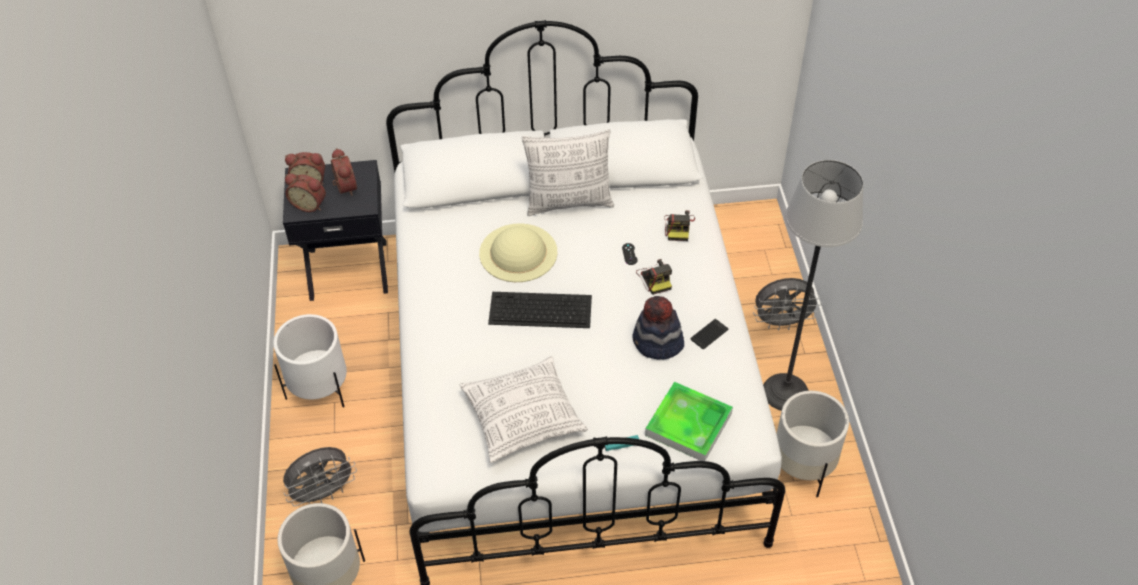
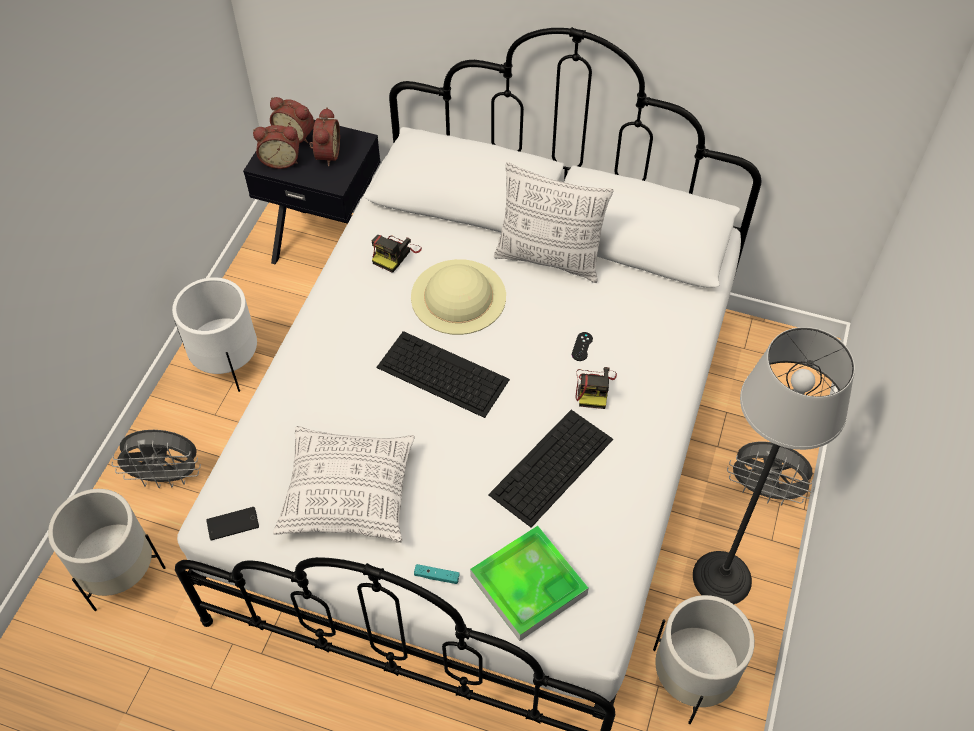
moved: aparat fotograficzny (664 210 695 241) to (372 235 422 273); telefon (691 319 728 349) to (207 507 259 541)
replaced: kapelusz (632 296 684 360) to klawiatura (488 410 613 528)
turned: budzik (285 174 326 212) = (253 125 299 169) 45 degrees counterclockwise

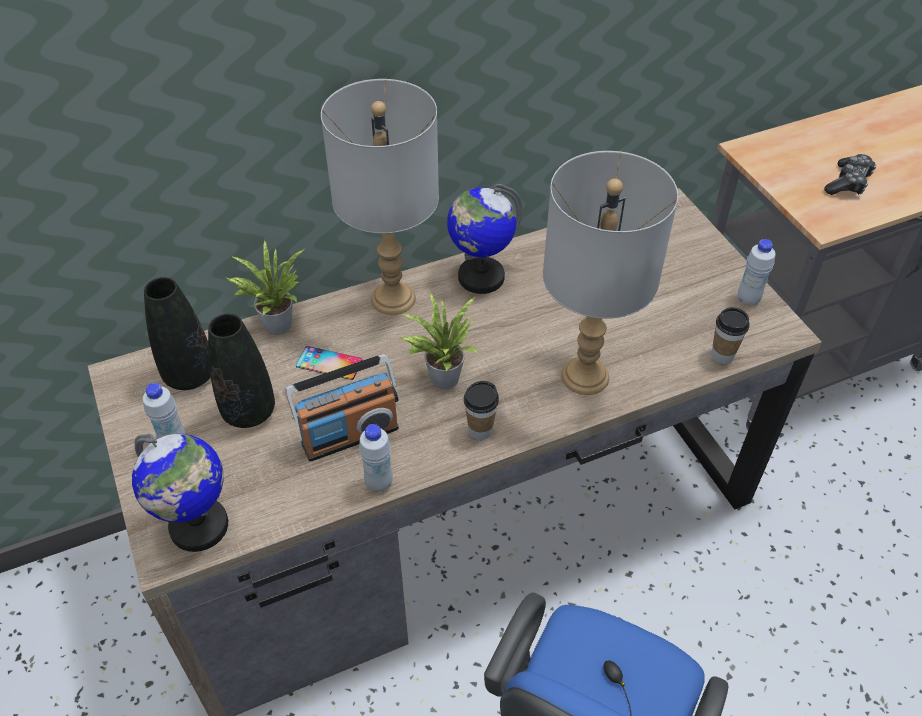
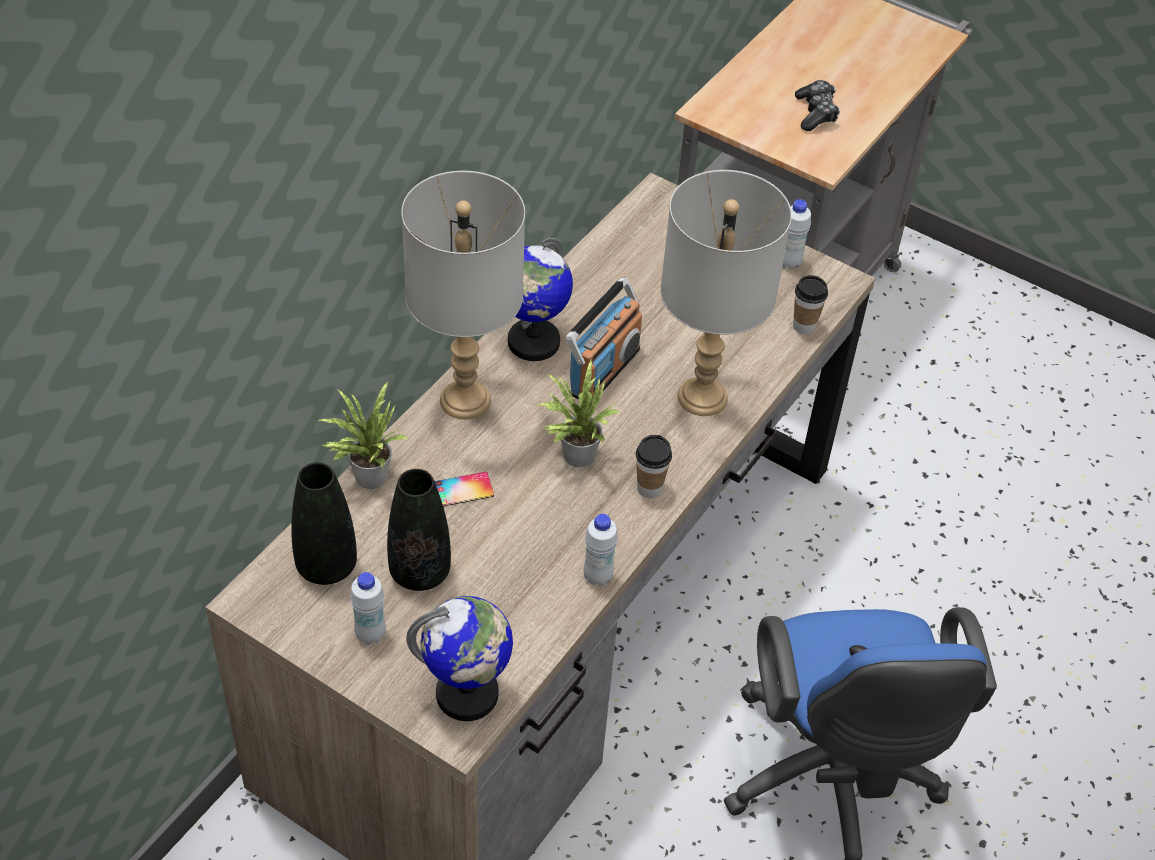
moved: radio (285 354 399 462) to (566 278 642 400)

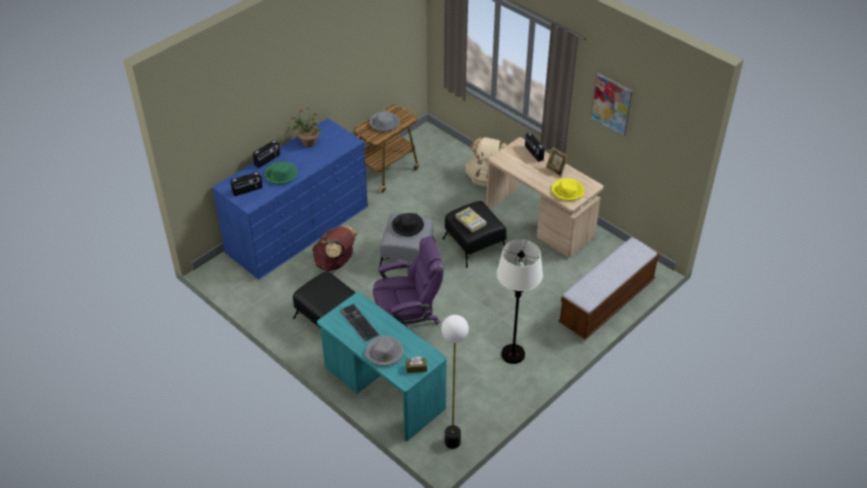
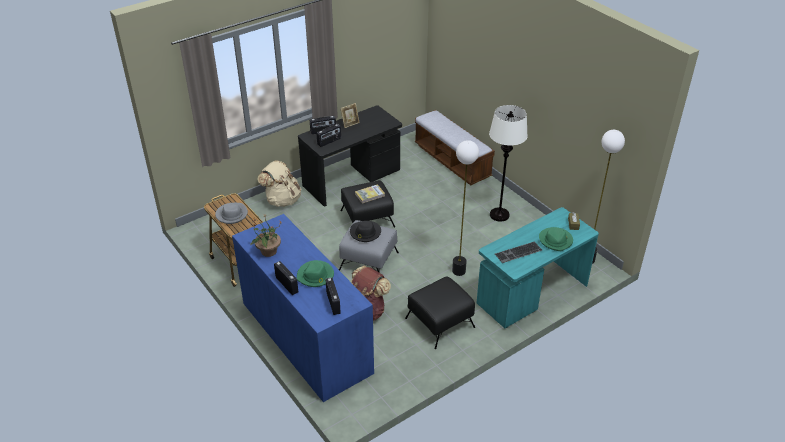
removed: kapelusz [żółty] (551 178 584 201); obraz (590 73 633 136)
added: radio (317 124 341 147)
replaced: krzesło biurowe [fioletowy] (373 237 444 335) to lampa stojąca (452 140 479 276)
recoloured: kapelusz [szary] (364 336 403 366) to kapelusz [zielony] (539 227 573 251); biurko [beżowy] (486 137 604 258) to biurko [czarny] (298 105 402 206)

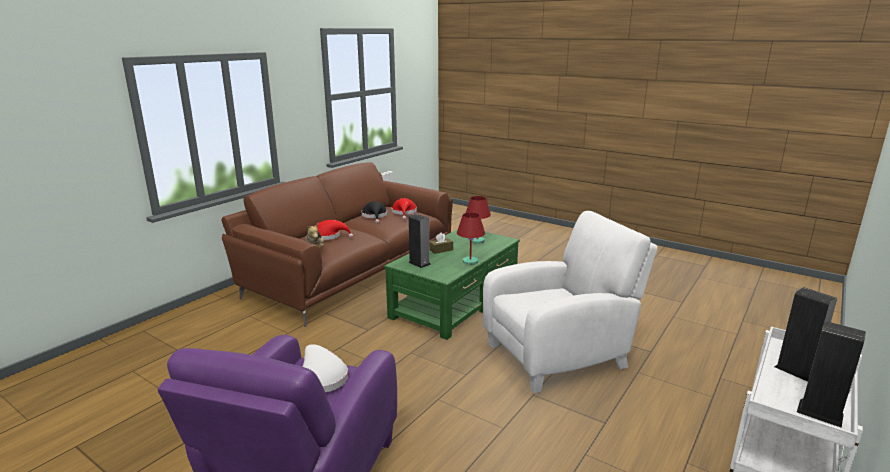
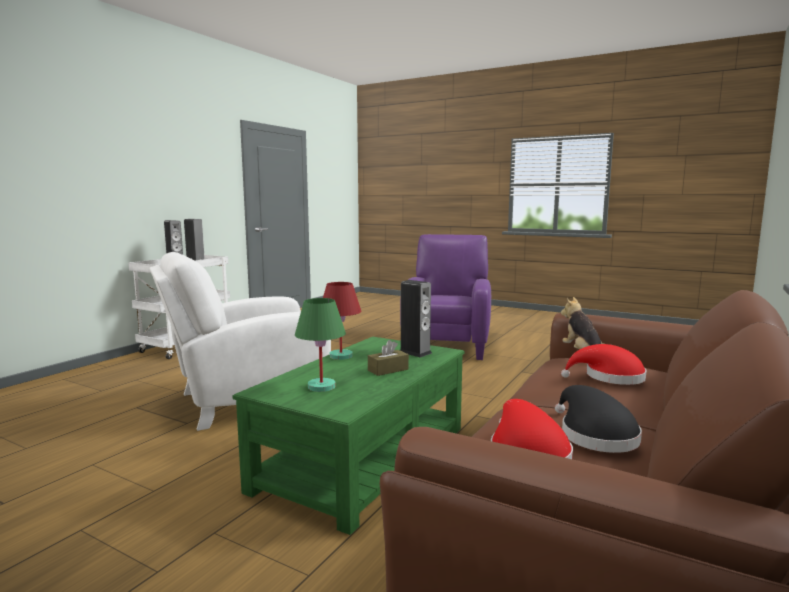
removed: kapelusz [biały] (303 344 348 392)
recoloured: lampa stołowa [czerwony] (466 196 491 244) to lampa stołowa [zielony] (295 298 346 392)

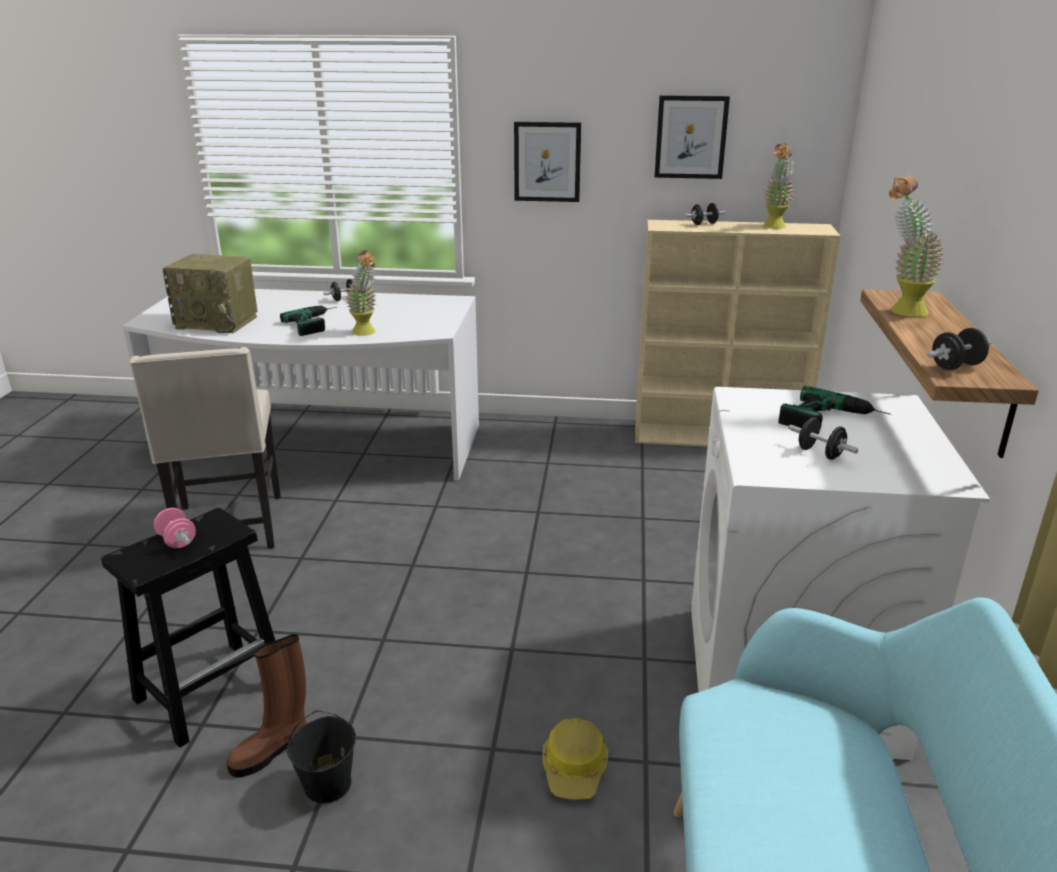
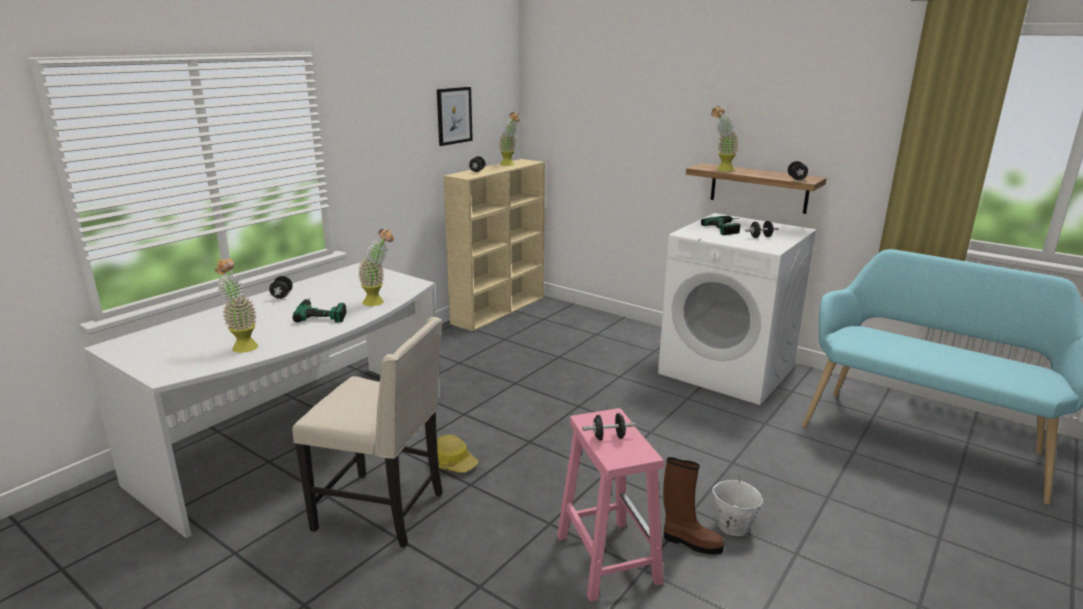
removed: obraz (514 122 581 202)
moved: kask (542 718 608 800) to (437 434 478 473)
replaced: radio (162 254 257 333) to roślina doniczkowa (215 259 258 353)
recoloured: stołek [czarny] (101 508 275 748) to stołek [różowy] (557 408 664 602); hantel [różowy] (154 508 196 548) to hantel [czarny] (582 413 636 441); wiadro [czarny] (287 710 356 803) to wiadro [biały] (712 470 763 536)
turned: but z cholewką [brązowy] (226 634 307 778) = (663 457 724 554) 60 degrees counterclockwise

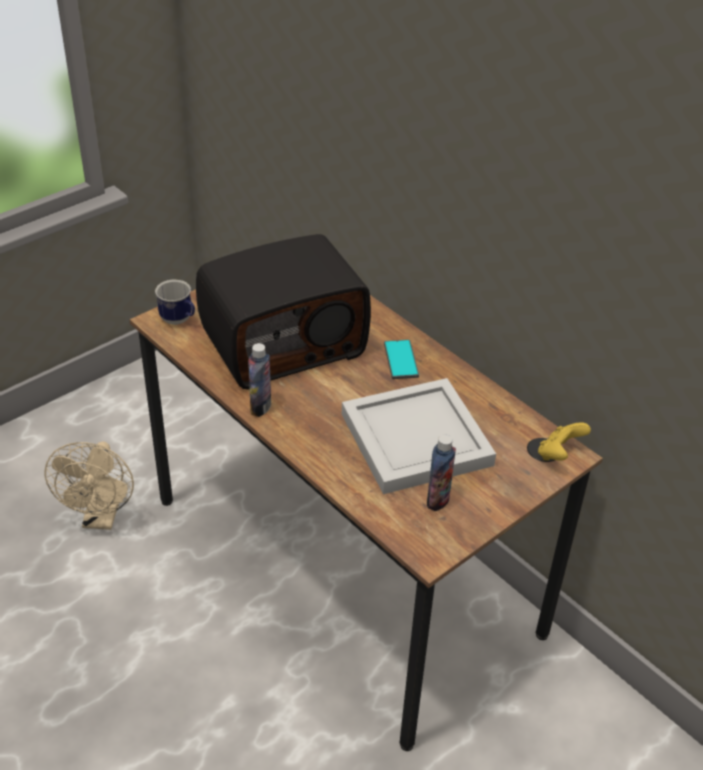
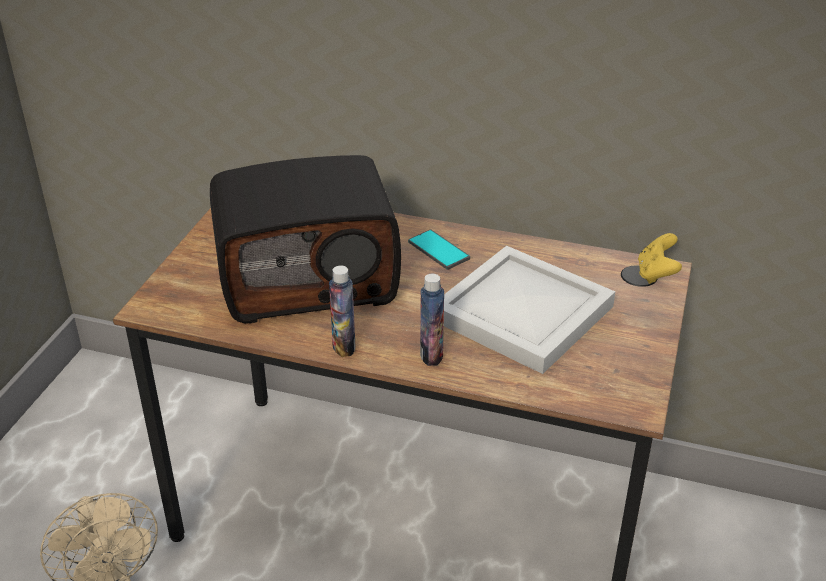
removed: kubek (155 280 195 325)
moved: butelka (427 434 456 511) to (420 274 444 366)
turned: radio (196 234 371 389) = (210 155 401 324) 45 degrees clockwise

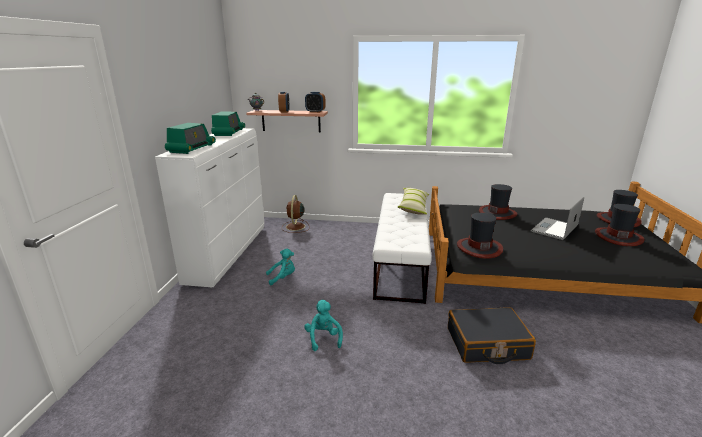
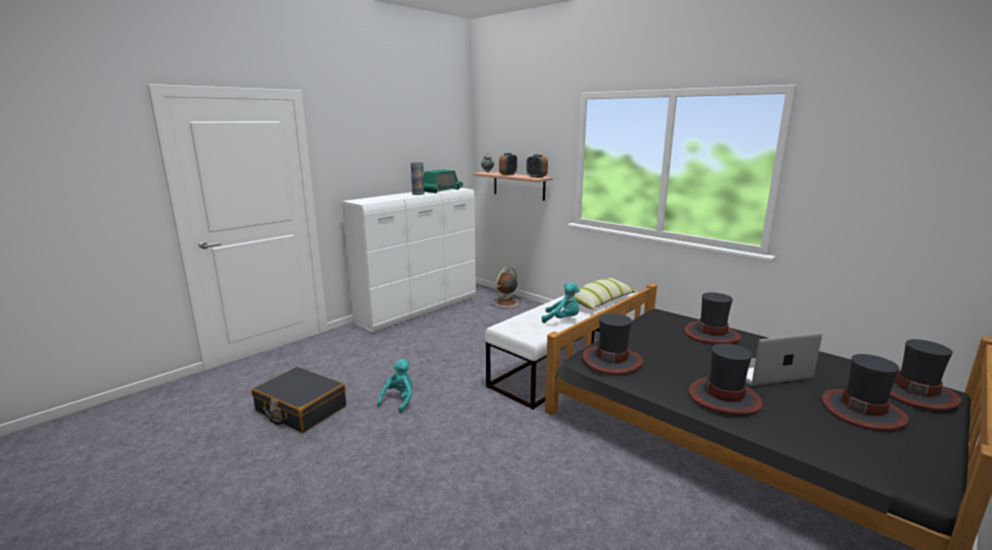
removed: radio (165 123 216 154)
added: wazon (411 162 424 195); kapelusz (689 343 763 415)
moved: pluszak [turkusowy] (266 249 295 285) to (542 282 580 323); walizka [czarny] (448 307 536 364) to (252 367 346 433)

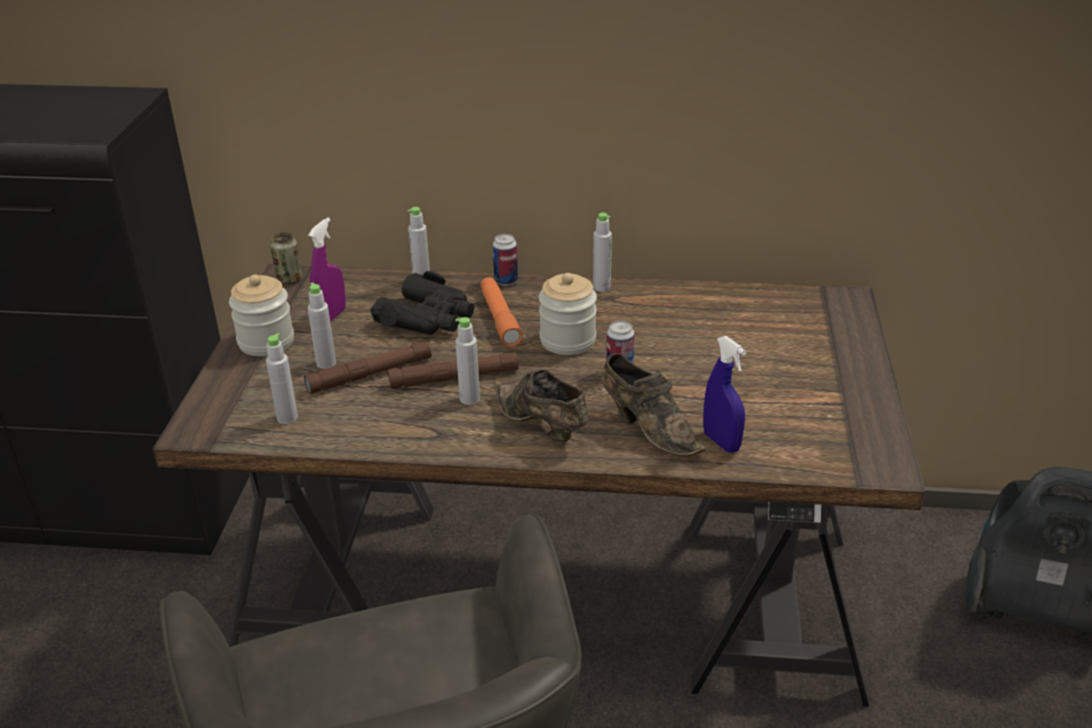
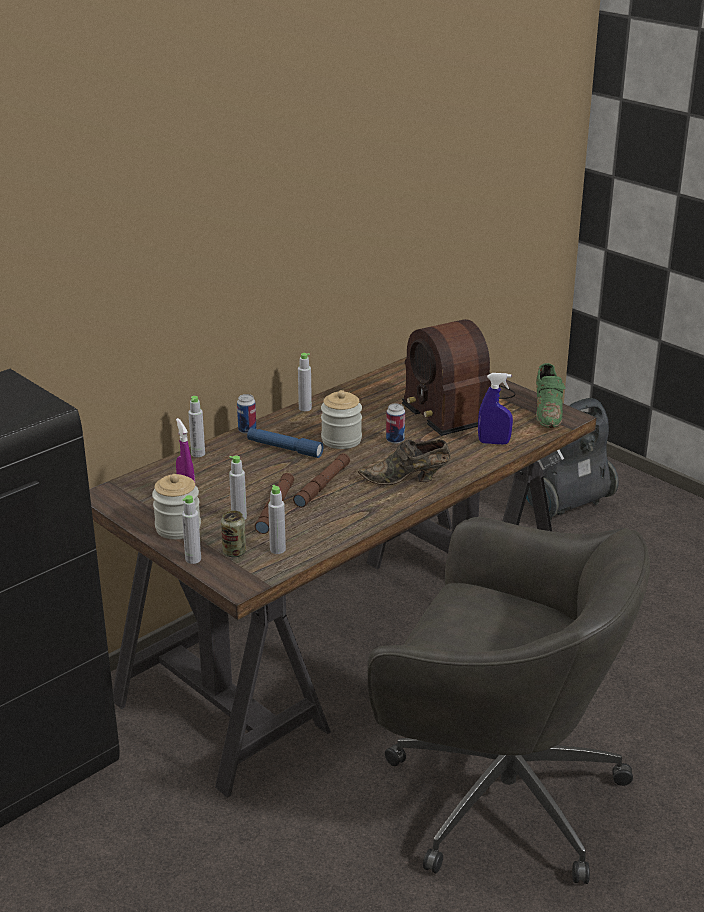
removed: lornetka [czarny] (370 271 475 335); but [brązowy] (602 353 705 456)
added: radio (402 319 516 436); but [zielony] (536 363 565 428)
moved: puszka (270 232 302 285) to (221 511 246 557); butelka [szary] (455 317 480 405) to (182 495 201 564)
recoloured: latarka [pomarańczowy] (481 277 523 347) to latarka [niebieski] (247 428 324 458)

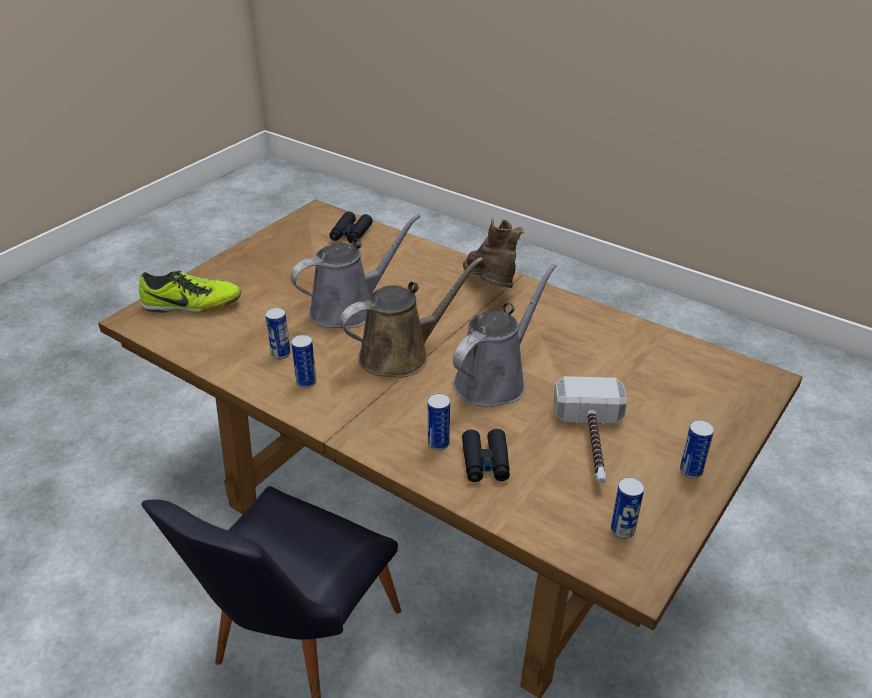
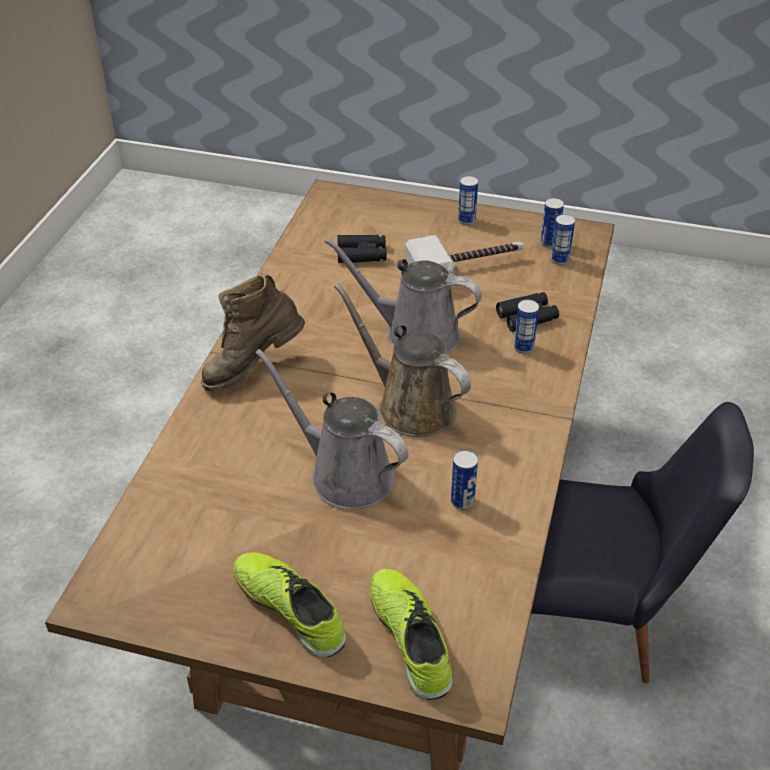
added: but (233 552 346 658)
moved: puszka (291 335 316 388) to (551 214 575 265); lornetka [czarny] (330 212 373 243) to (337 235 387 263)

